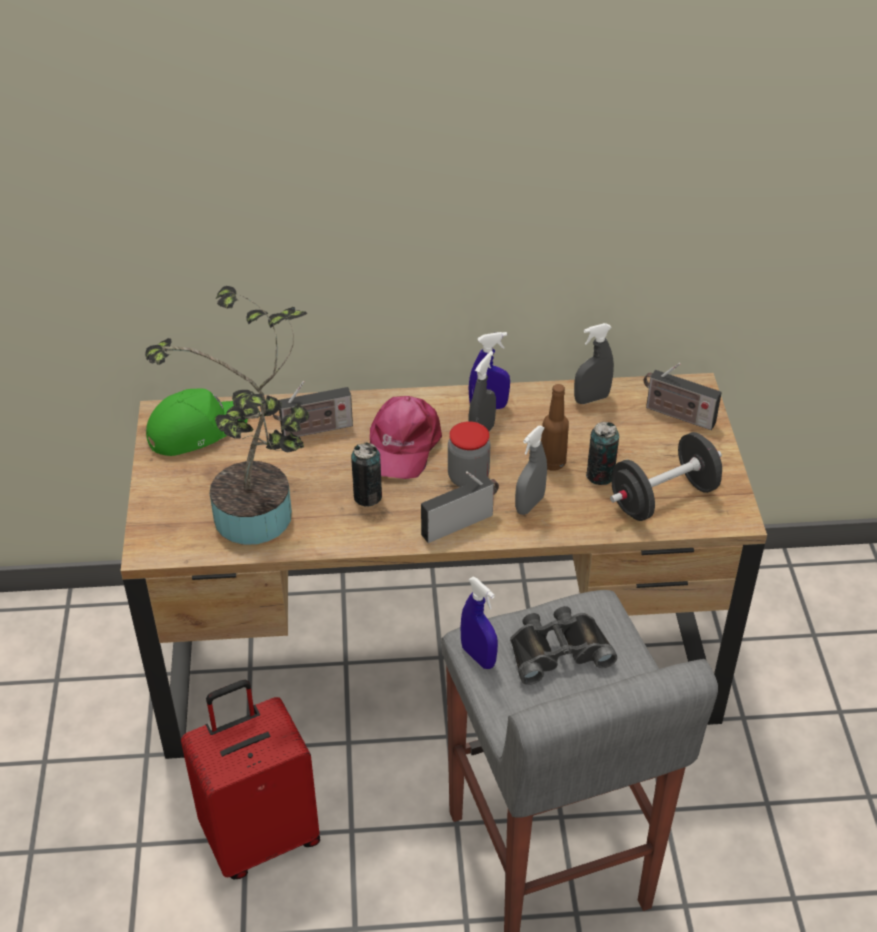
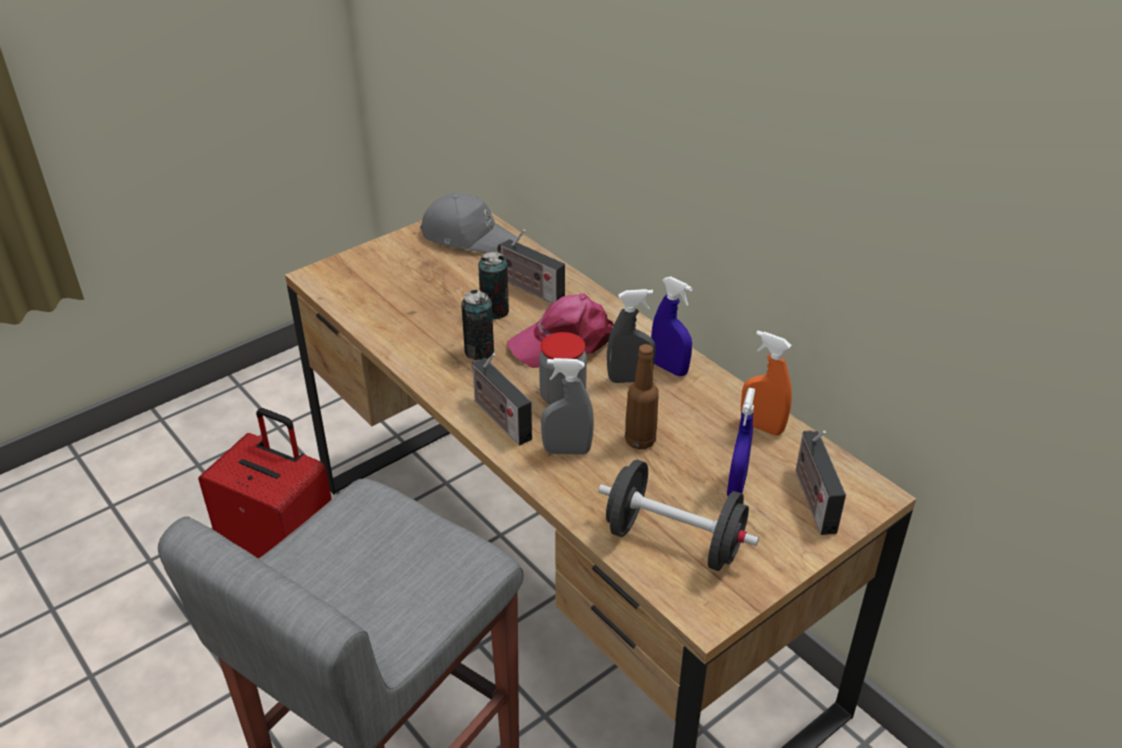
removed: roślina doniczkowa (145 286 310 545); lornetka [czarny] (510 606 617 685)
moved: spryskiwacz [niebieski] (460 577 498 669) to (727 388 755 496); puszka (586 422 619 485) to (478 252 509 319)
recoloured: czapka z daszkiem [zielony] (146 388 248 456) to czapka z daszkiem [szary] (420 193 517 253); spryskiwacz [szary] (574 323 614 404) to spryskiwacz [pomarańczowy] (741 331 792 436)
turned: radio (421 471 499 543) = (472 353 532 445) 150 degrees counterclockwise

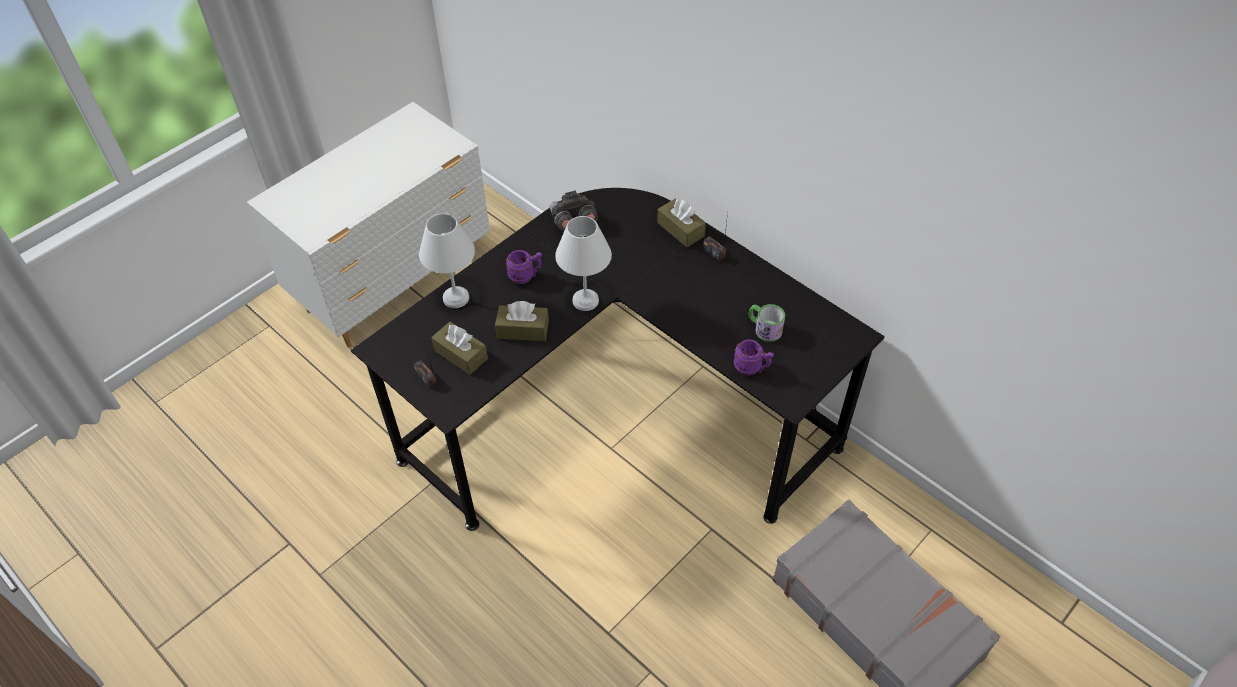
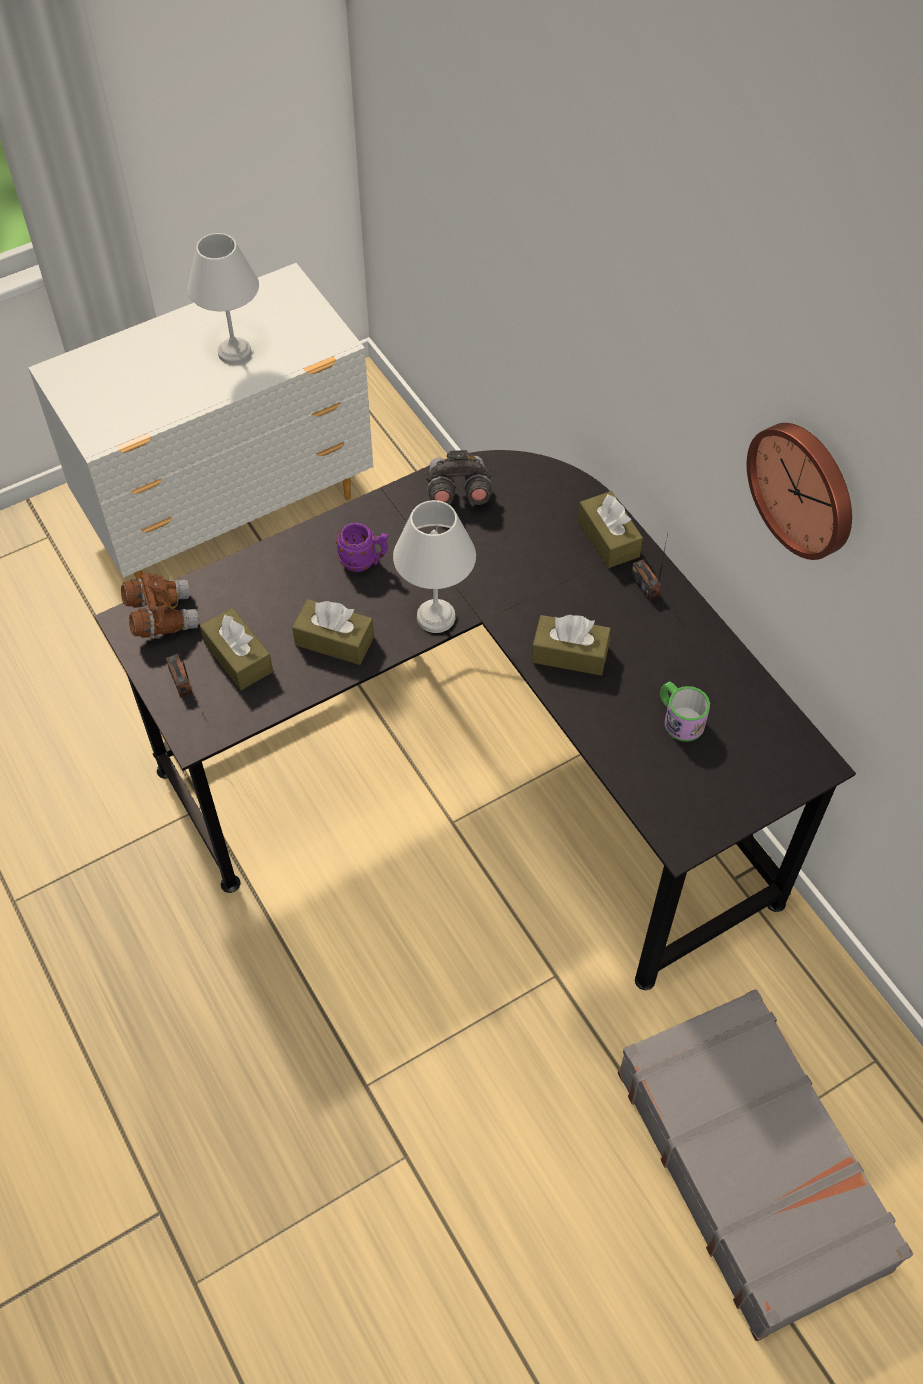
removed: kubek [fioletowy] (734 339 774 375)
added: lornetka [brązowy] (121 573 198 638); pudełko chusteczek [brązowy] (532 615 611 675); zegar ścienny (747 423 852 560)
moved: lampa stołowa [biały] (419 213 475 308) to (188 233 259 365)

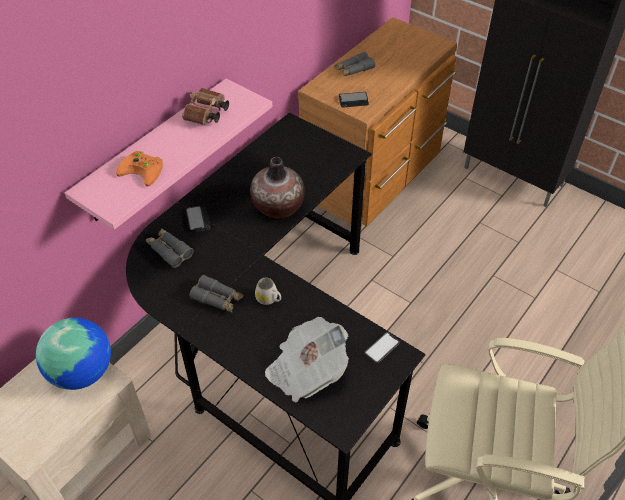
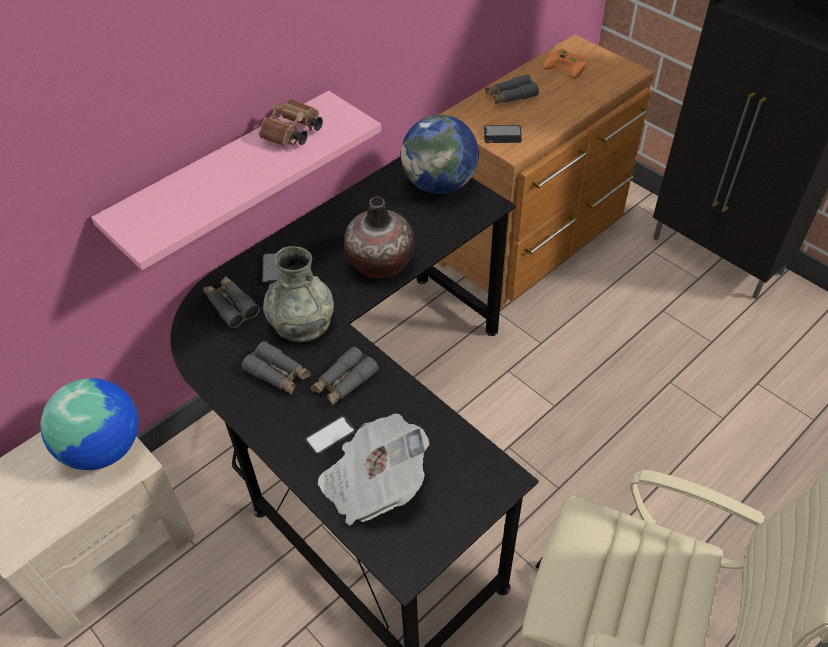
added: wazon [szary] (263 246 334 342); globus (401 115 479 194)
moved: pad do gier [pomarańczowy] (116 151 163 186) to (544 49 587 79); telefon (364 332 400 364) to (304 416 356 455)
replaced: kubek [biały] (255 278 281 305) to lornetka [szary] (310 347 379 406)

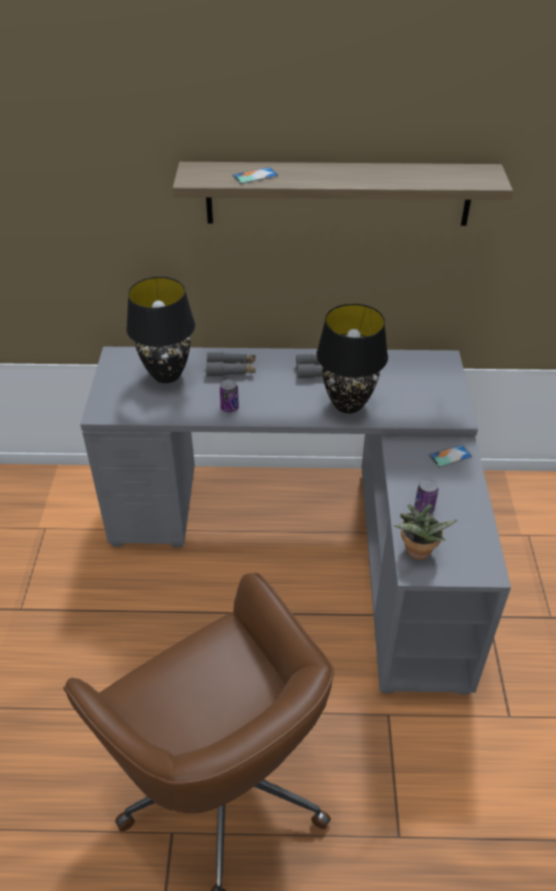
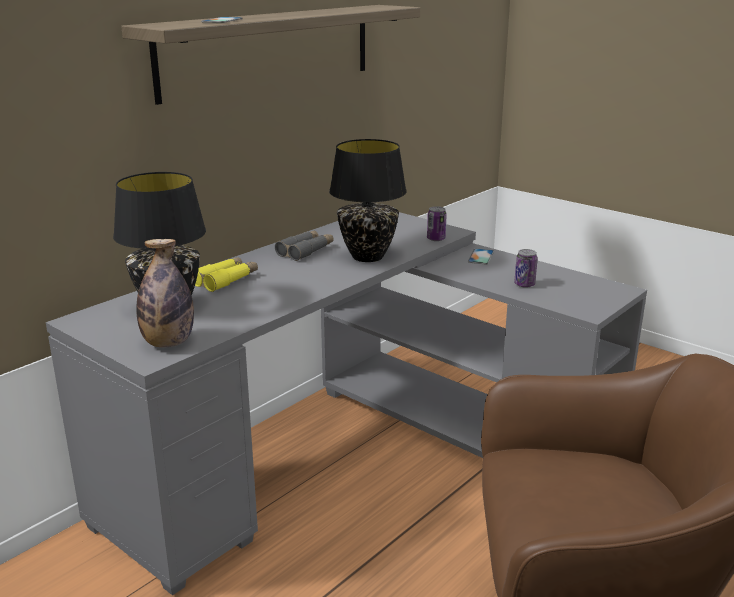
removed: roślina doniczkowa (393 504 458 560)
added: butelka (136 239 194 348)
moved: puszka (220 379 239 413) to (427 206 447 241)
recoloured: lornetka [szary] (206 352 256 377) to lornetka [żółty] (195 257 258 292)

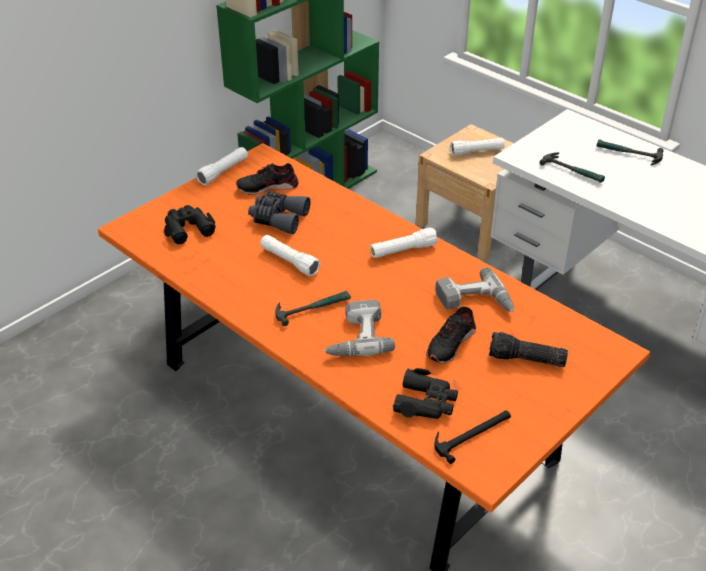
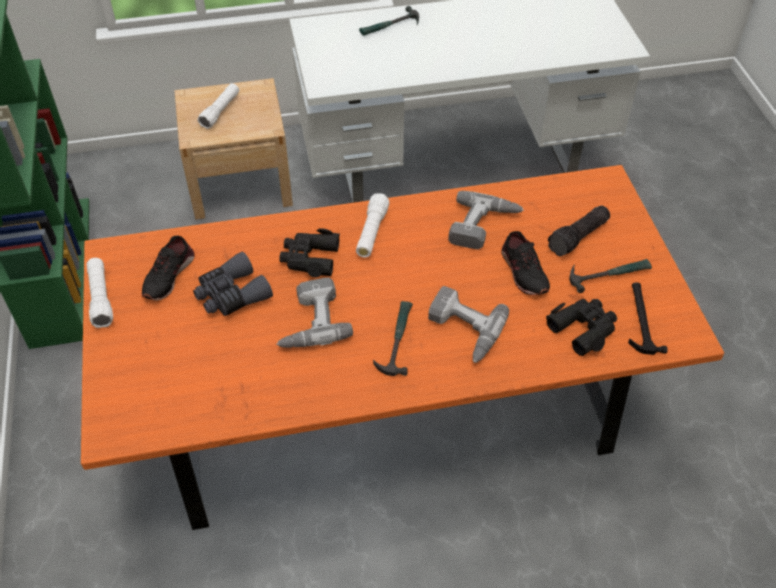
moved: lornetka [czarny] (164 205 216 244) to (279 228 340 277); młotek (539 152 605 183) to (570 259 652 293)
replaced: latarka [biały] (260 235 321 276) to wiertarka (276 278 353 348)

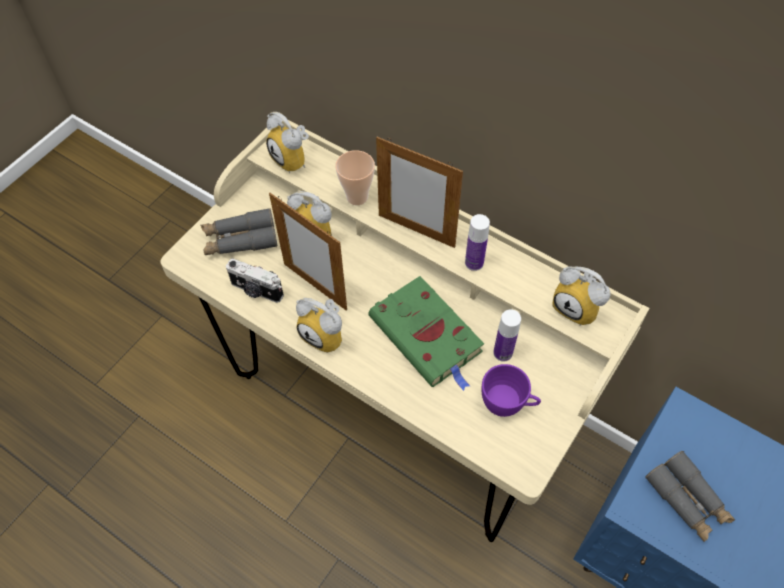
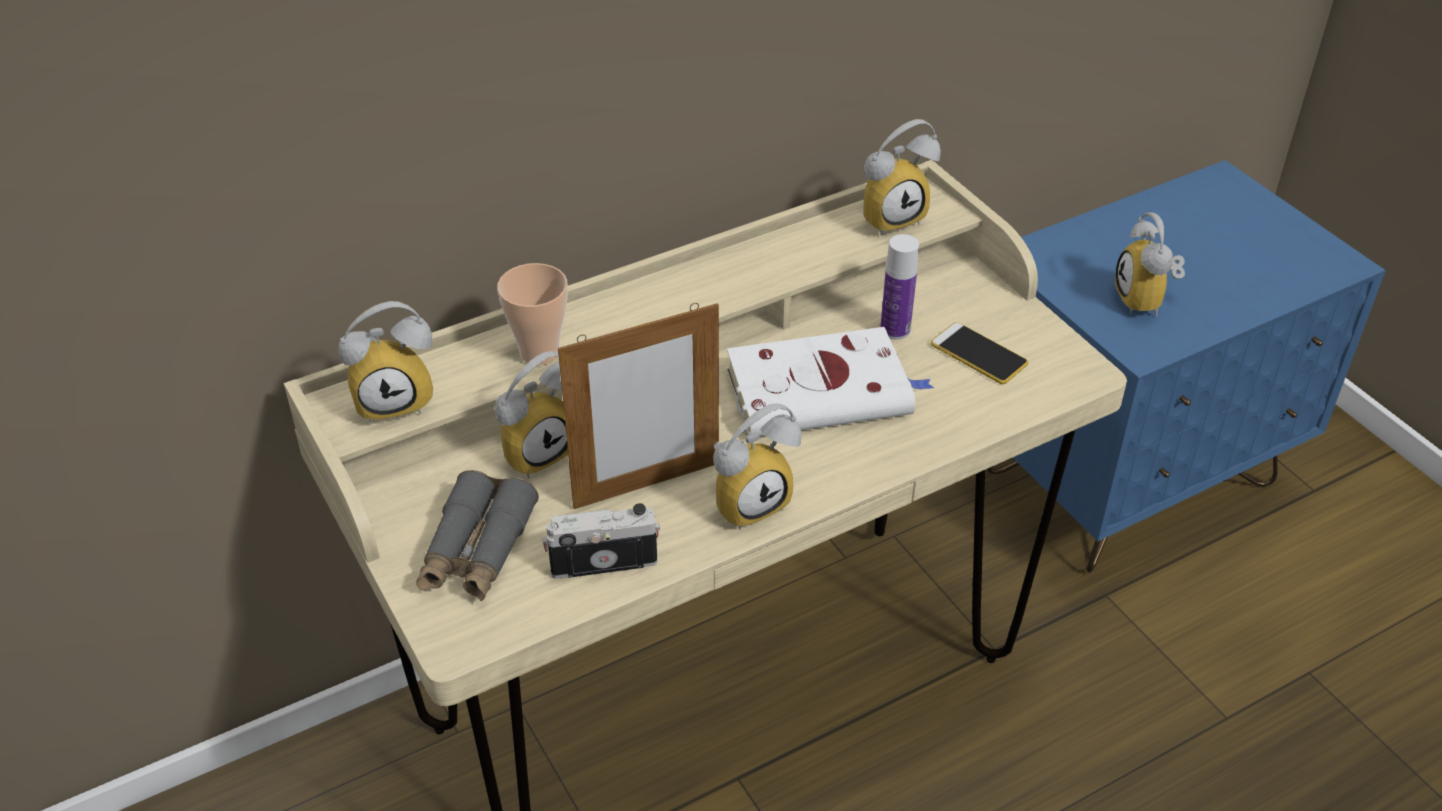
removed: ramka na zdjęcie (376 137 463 248); butelka (465 214 490 271)
replaced: filiżanka [fioletowy] (481 364 541 417) to telefon (931 322 1028 384); lornetka [szary] (645 451 735 542) to budzik (1115 212 1185 317)
recoloured: książka [zielony] (368 276 484 391) to książka [biały] (727 327 934 437)
turned: aparat fotograficzny (226 258 284 303) = (542 503 660 579) 150 degrees counterclockwise

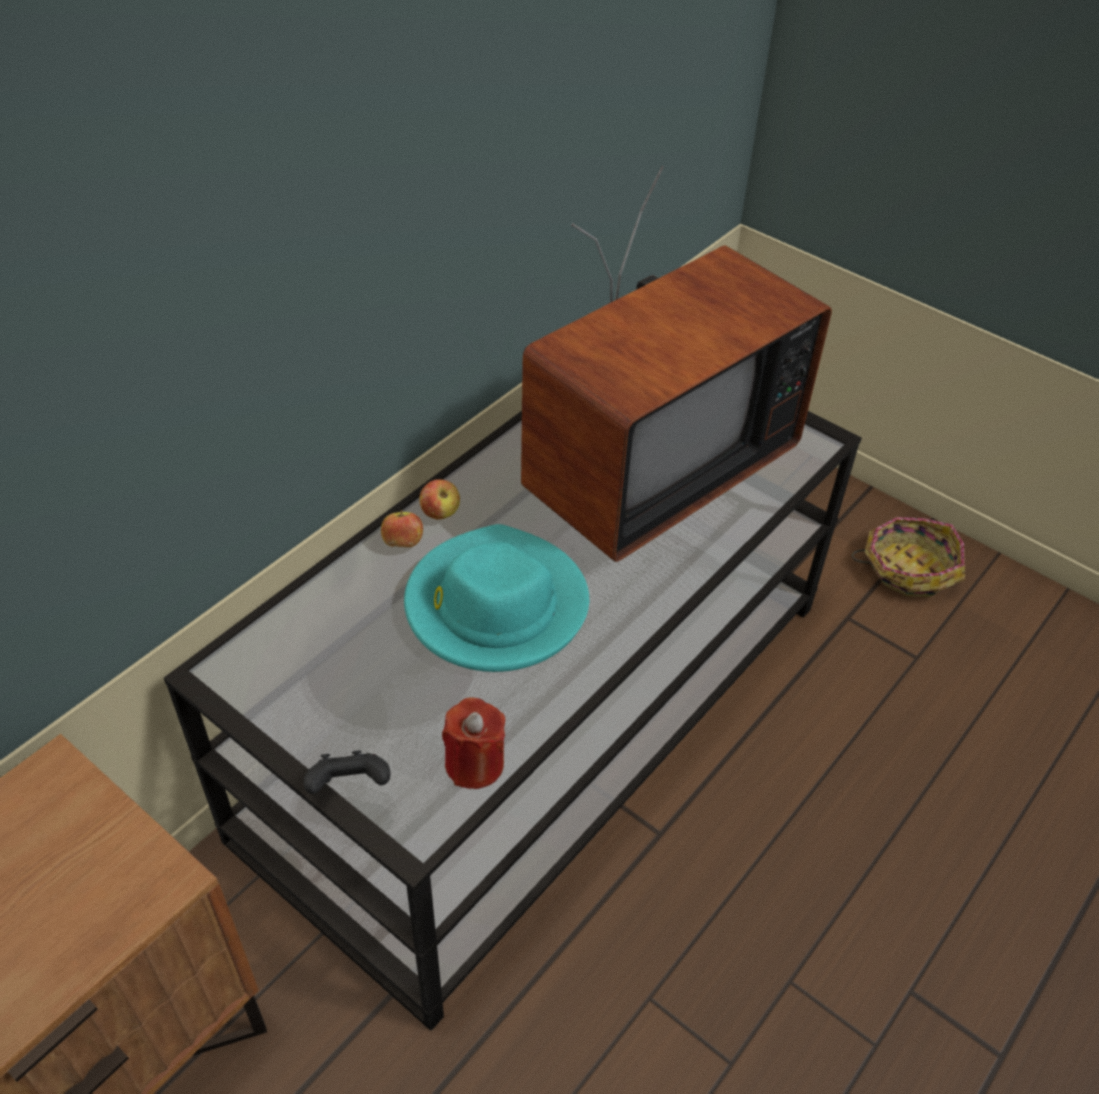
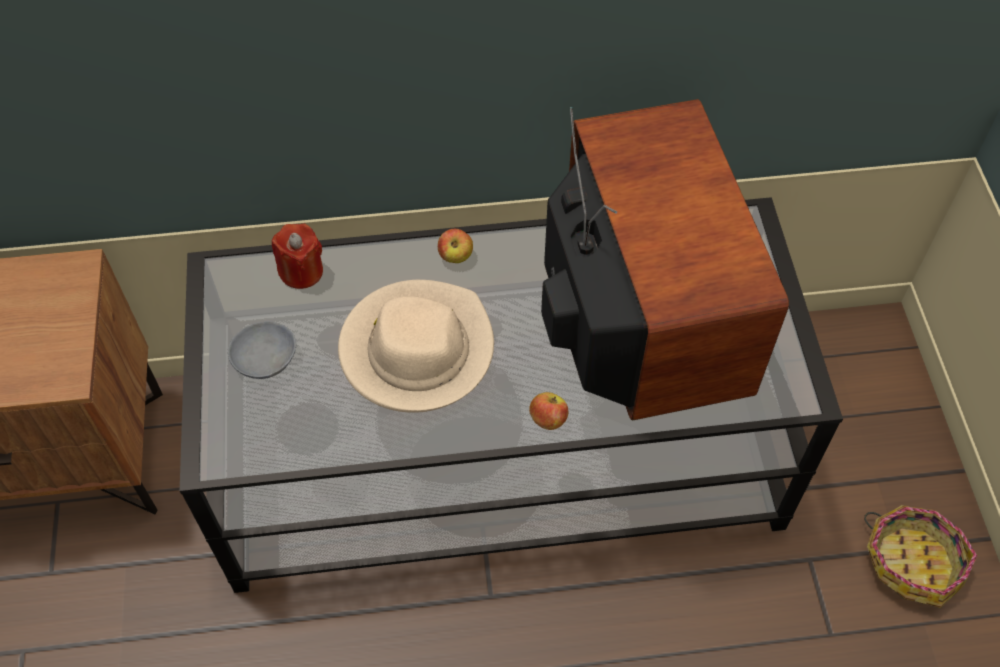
removed: pad do gier [czarny] (303 751 391 794)
added: miska [szary] (228 321 296 379)
moved: jabłko (381 510 423 547) to (529 392 568 430); świeca [czerwony] (442 698 505 789) to (272 223 323 289)
recoloured: kapelusz [turkusowy] (404 524 589 672) to kapelusz [beżowy] (338 280 494 413)
turned: telewizor (521 166 832 562) = (541 99 789 420) 105 degrees counterclockwise

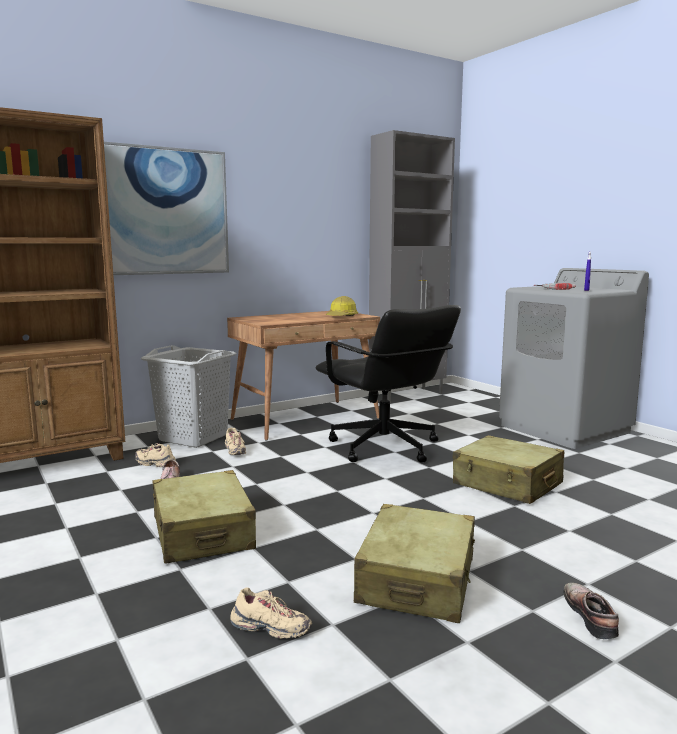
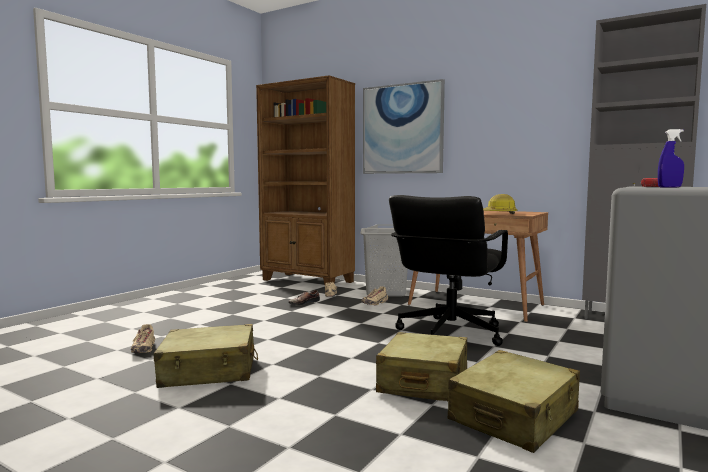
removed: but (563 583 619 639)
moved: walizka [beżowy] (152 470 256 564) to (448 350 580 453)

